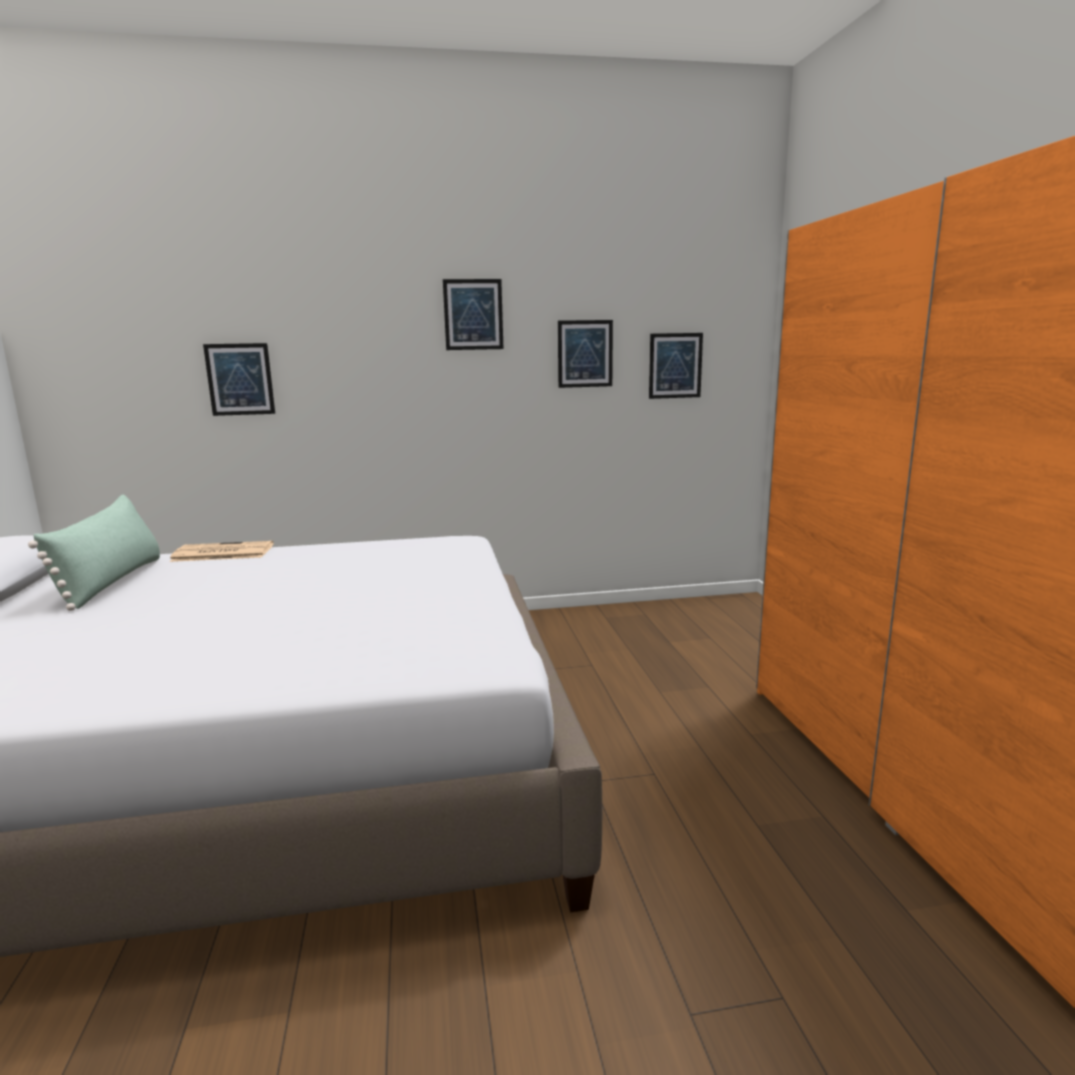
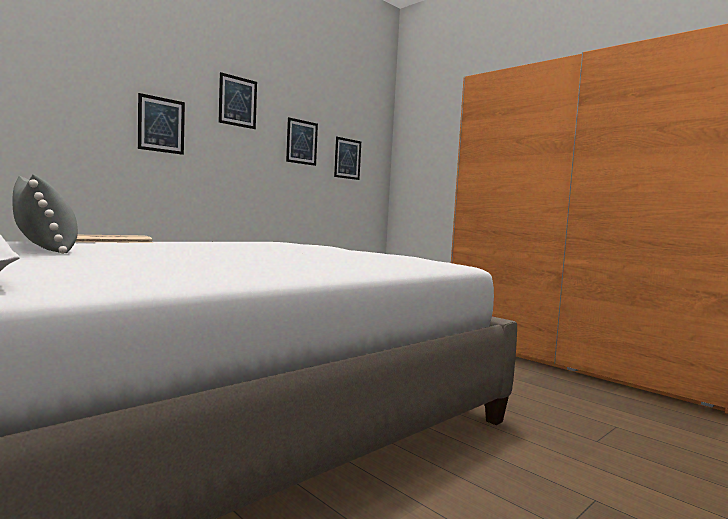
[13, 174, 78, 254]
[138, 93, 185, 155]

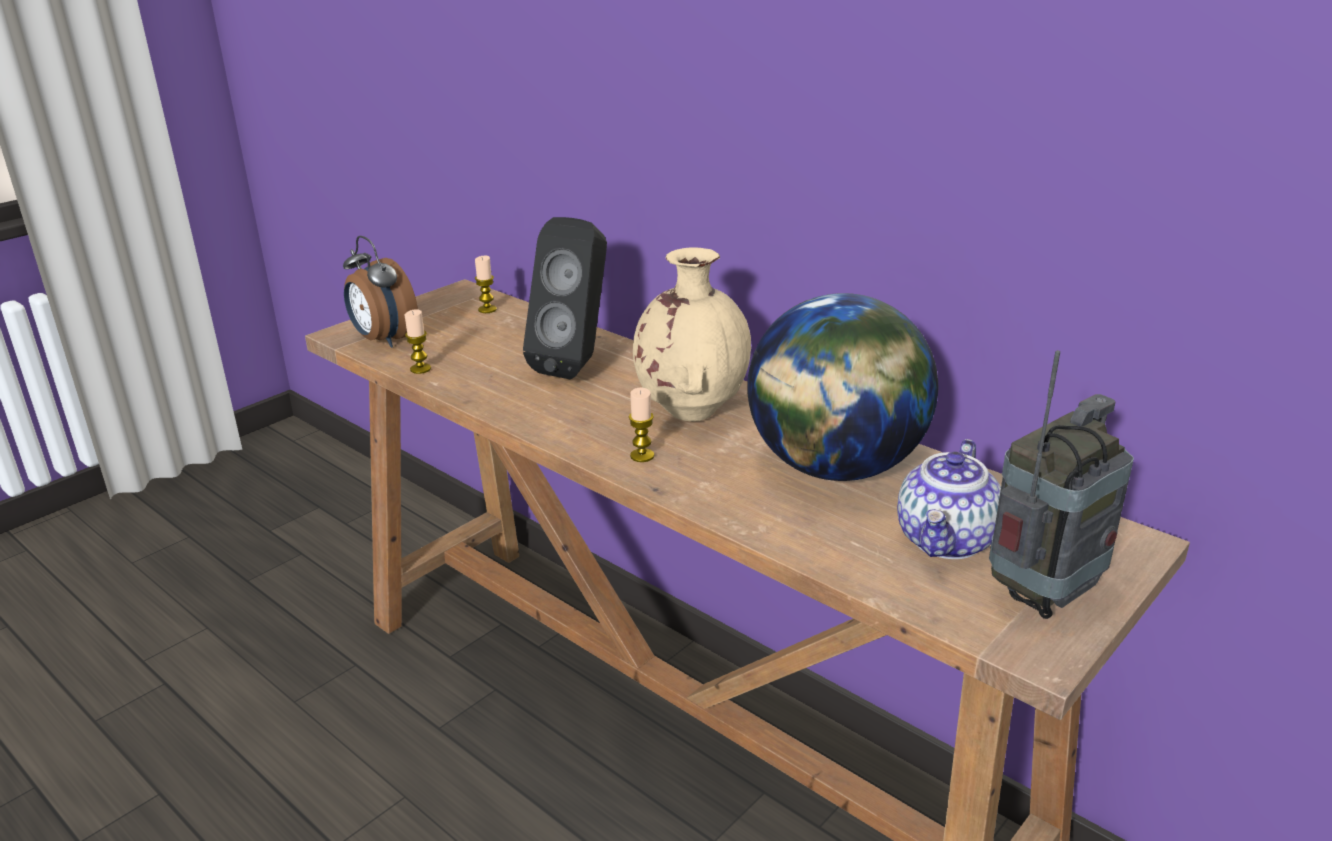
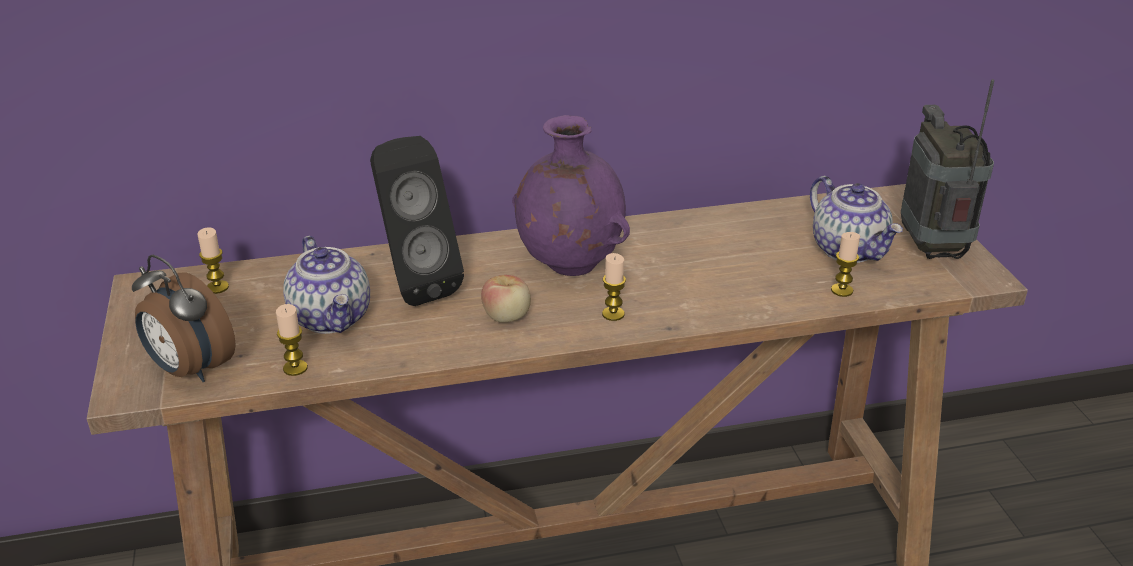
[132, 255, 236, 382]
[512, 115, 630, 276]
[747, 293, 938, 481] (first image)
[283, 236, 370, 334]
[481, 275, 531, 322]
[831, 232, 860, 297]

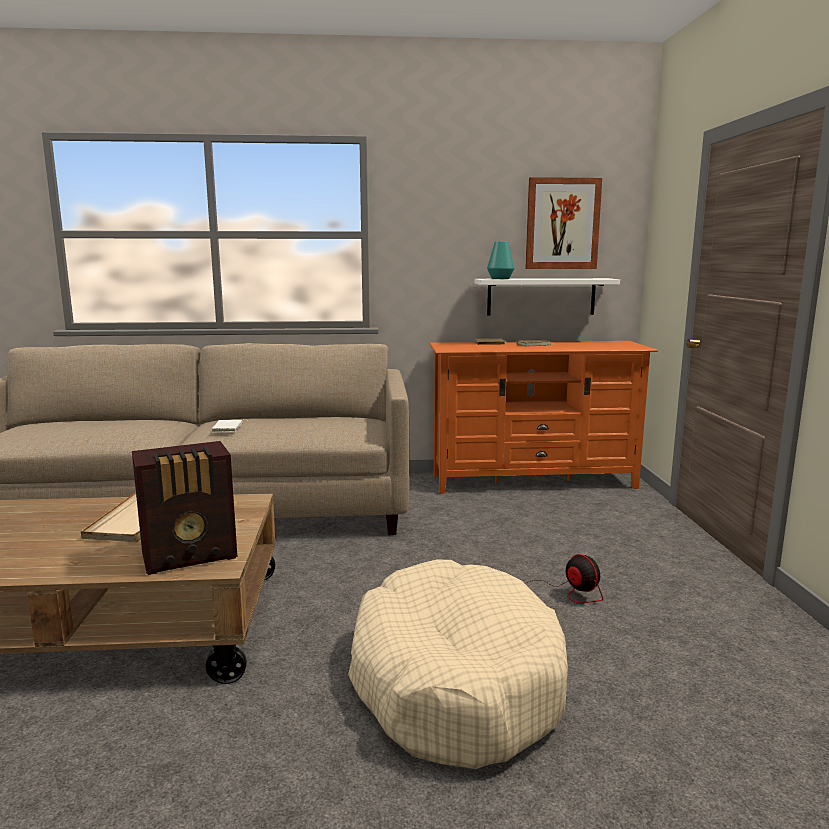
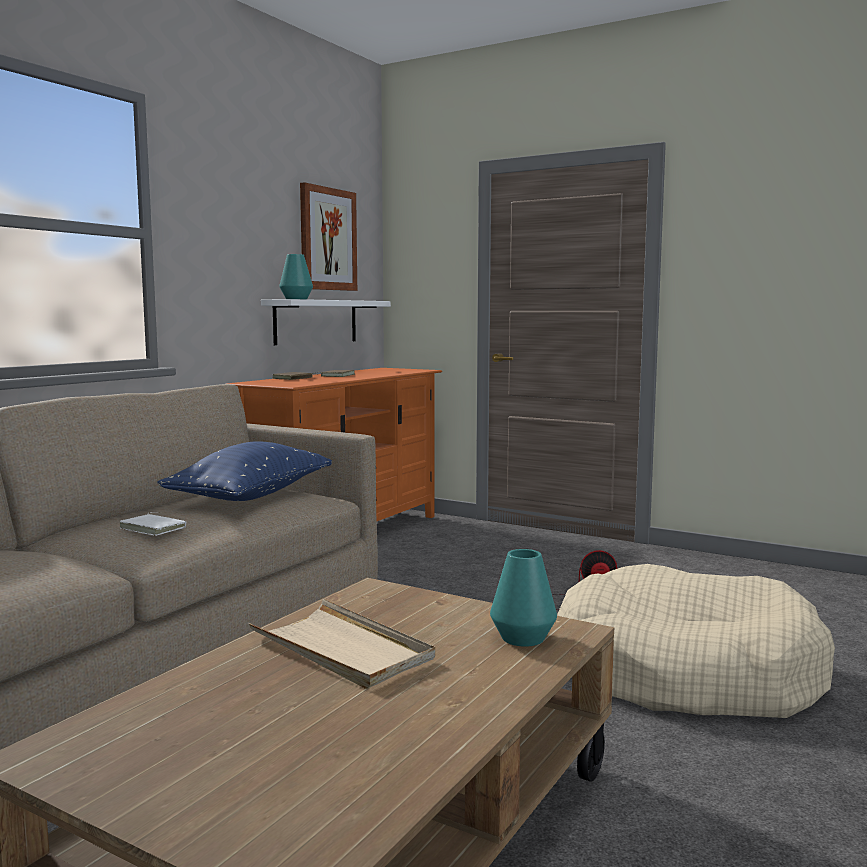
[490, 549, 557, 647]
[157, 441, 332, 501]

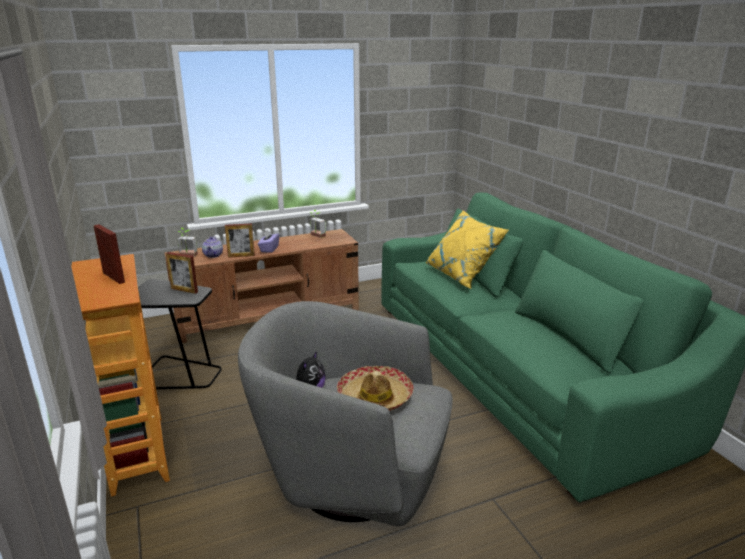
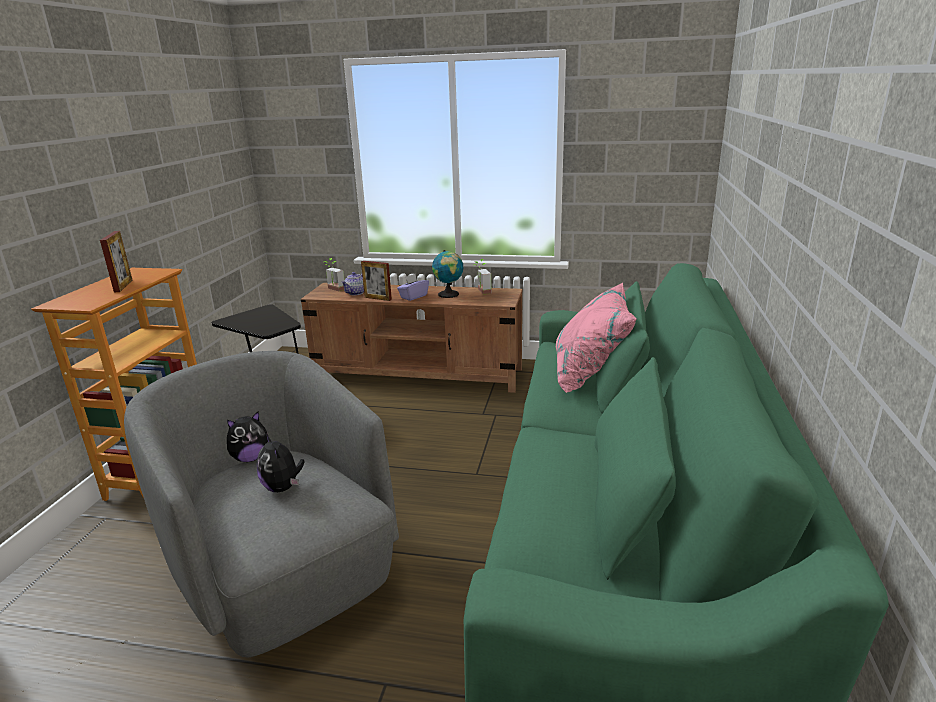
[166, 252, 198, 294] (first image)
[257, 433, 304, 492]
[556, 283, 636, 393]
[432, 250, 463, 298]

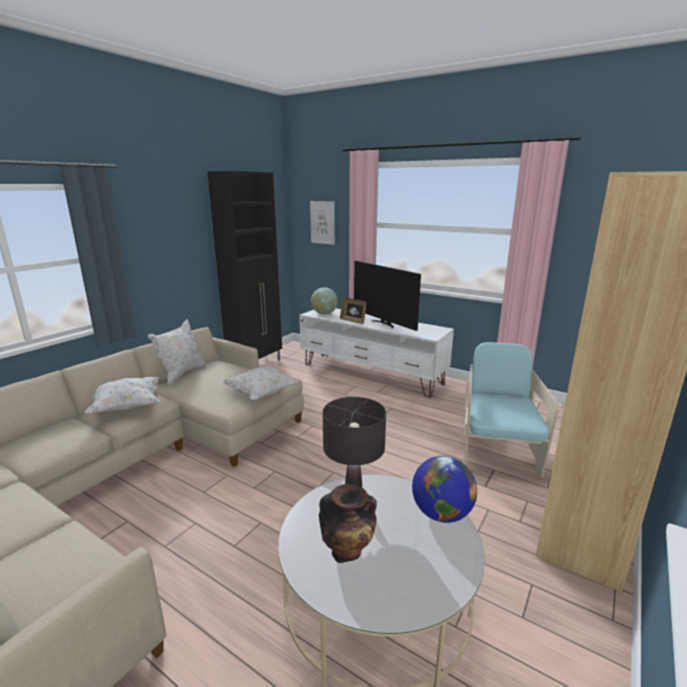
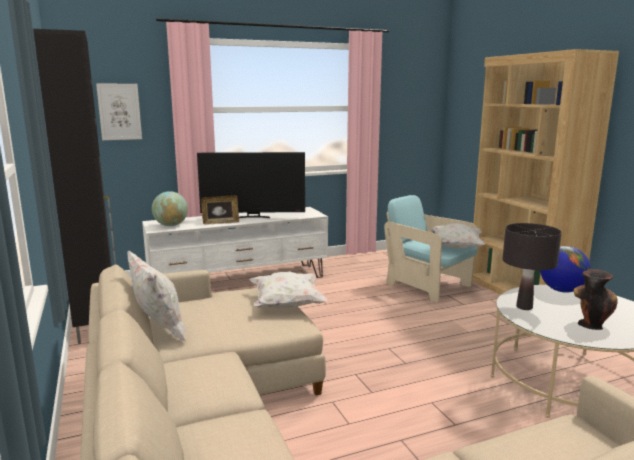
[431, 223, 486, 248]

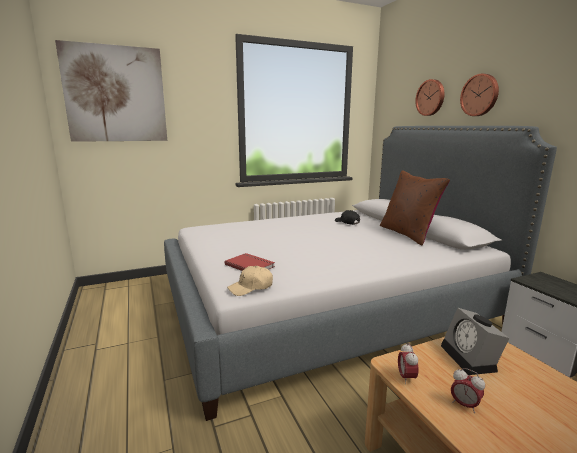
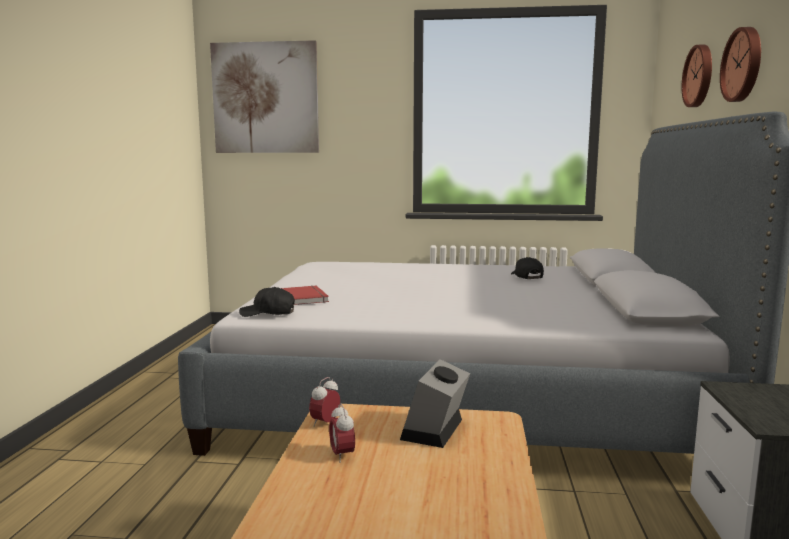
[239, 287, 295, 317]
[380, 170, 450, 245] (first image)

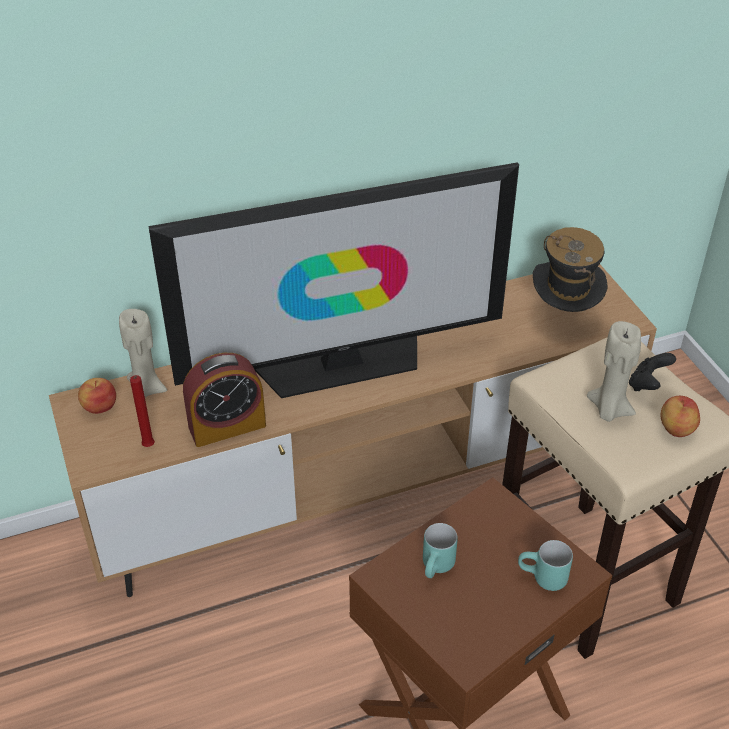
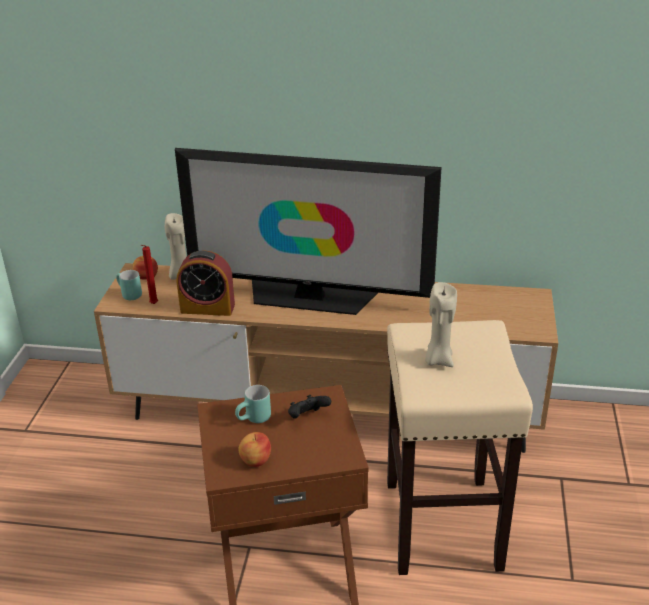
[116, 270, 142, 300]
[533, 227, 608, 312] (first image)
[288, 395, 331, 418]
[238, 432, 271, 467]

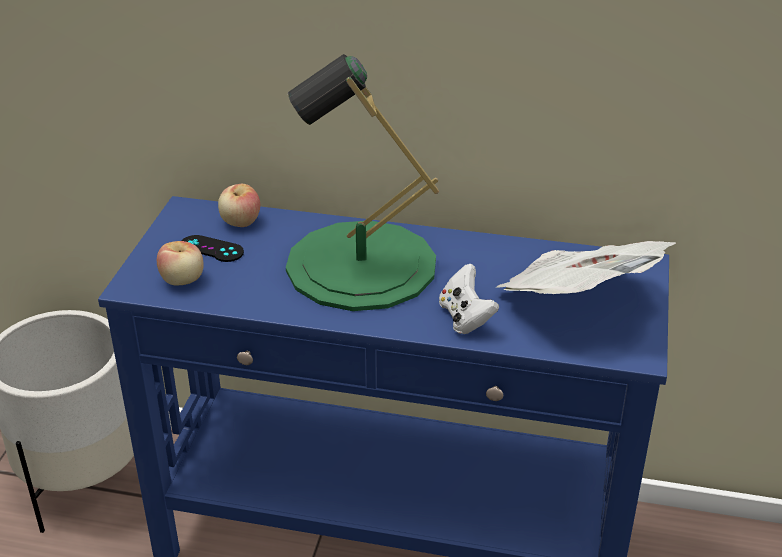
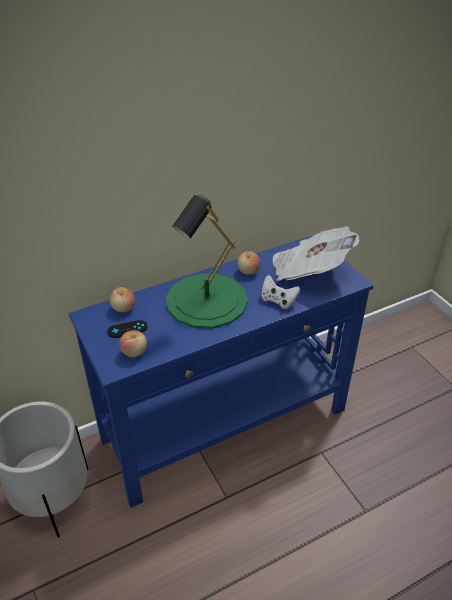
[238, 251, 260, 275]

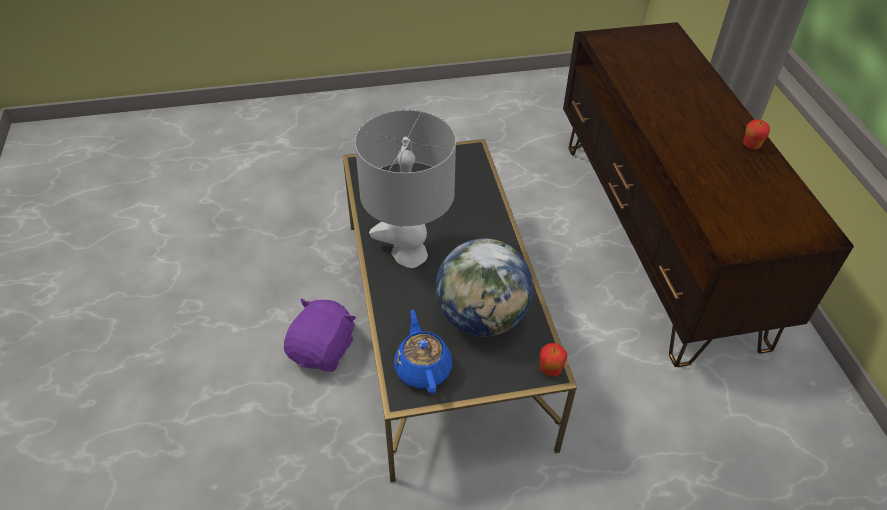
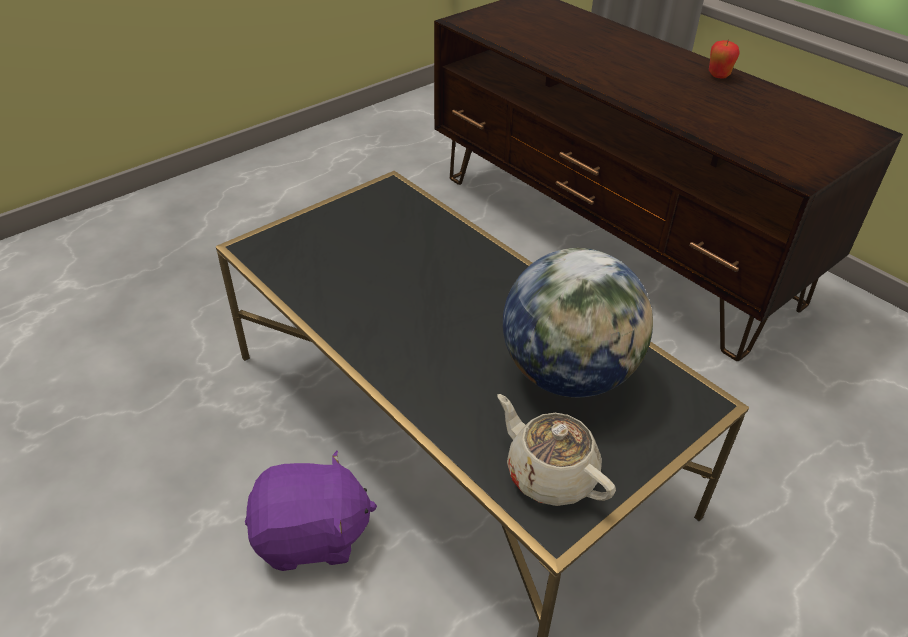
[245, 451, 377, 571]
[355, 110, 456, 268] (first image)
[497, 394, 616, 506]
[540, 343, 567, 377] (first image)

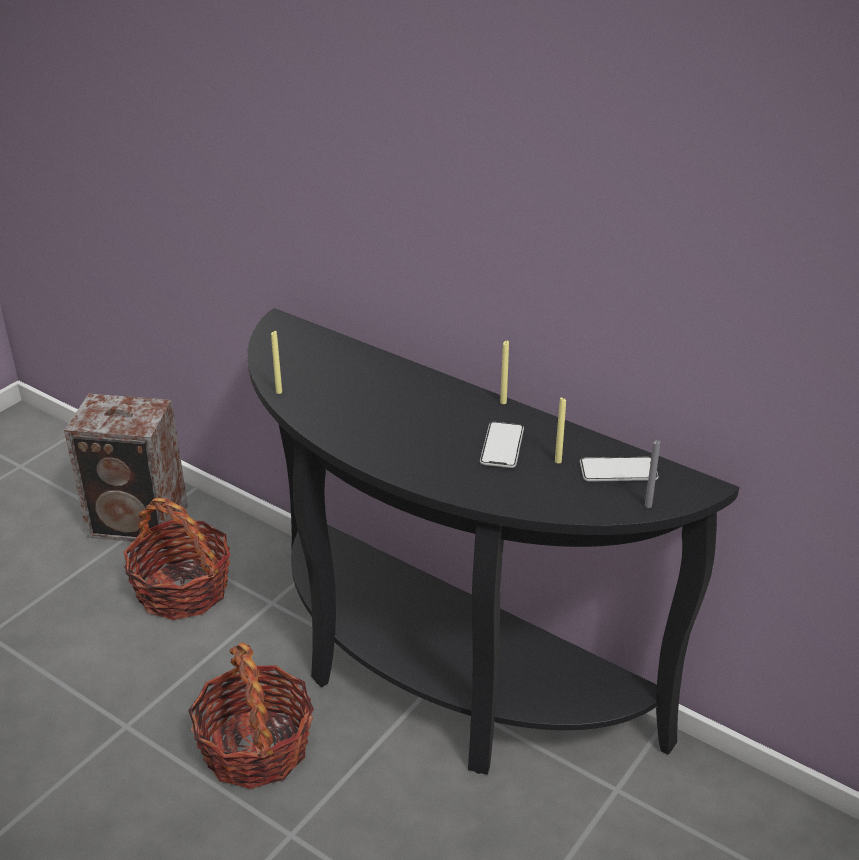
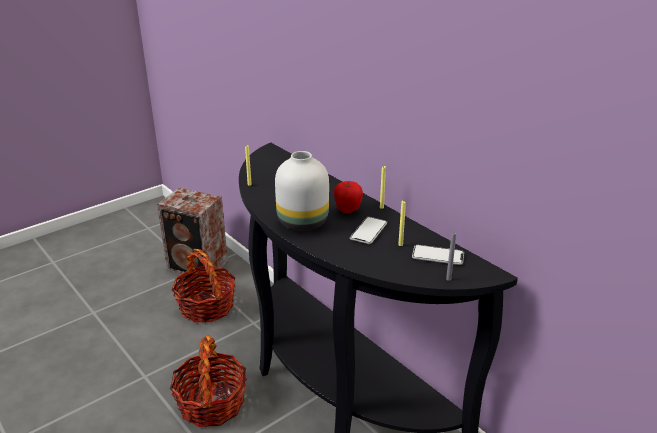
[275, 151, 329, 231]
[334, 181, 363, 214]

